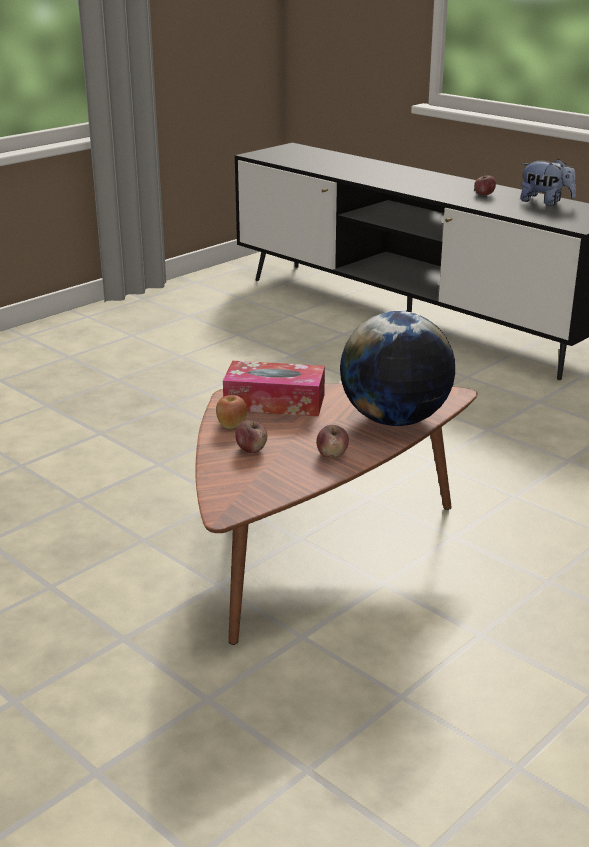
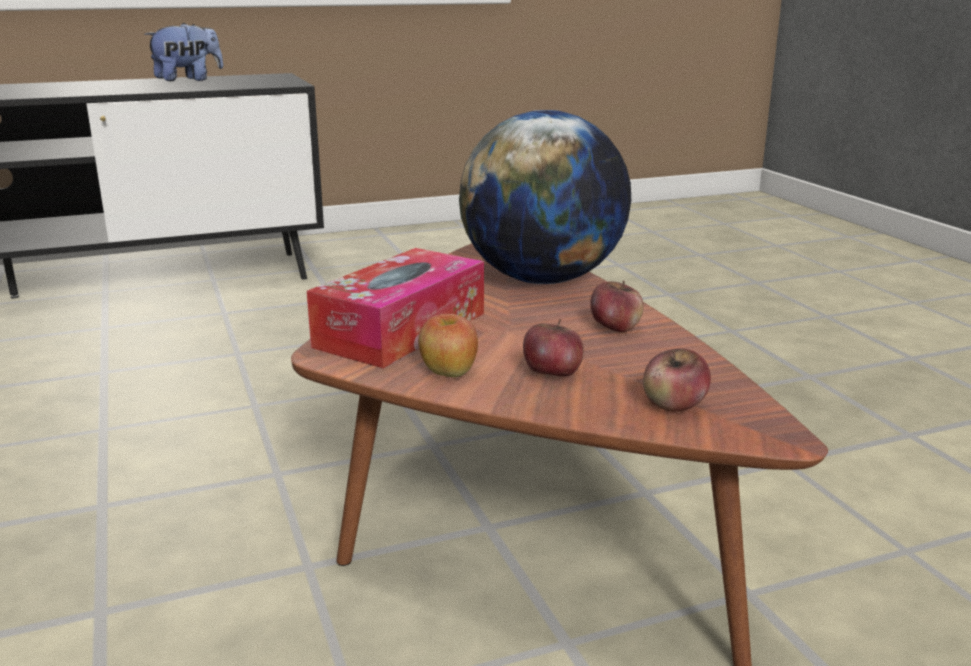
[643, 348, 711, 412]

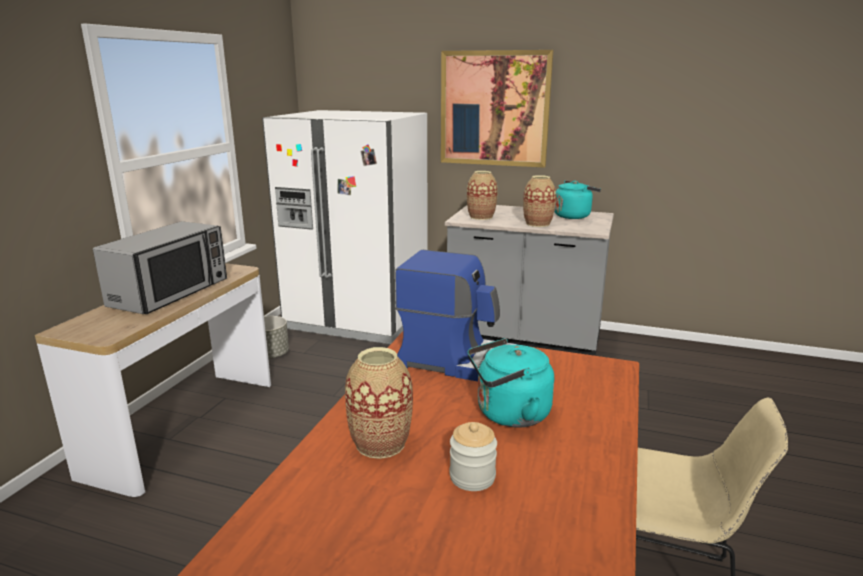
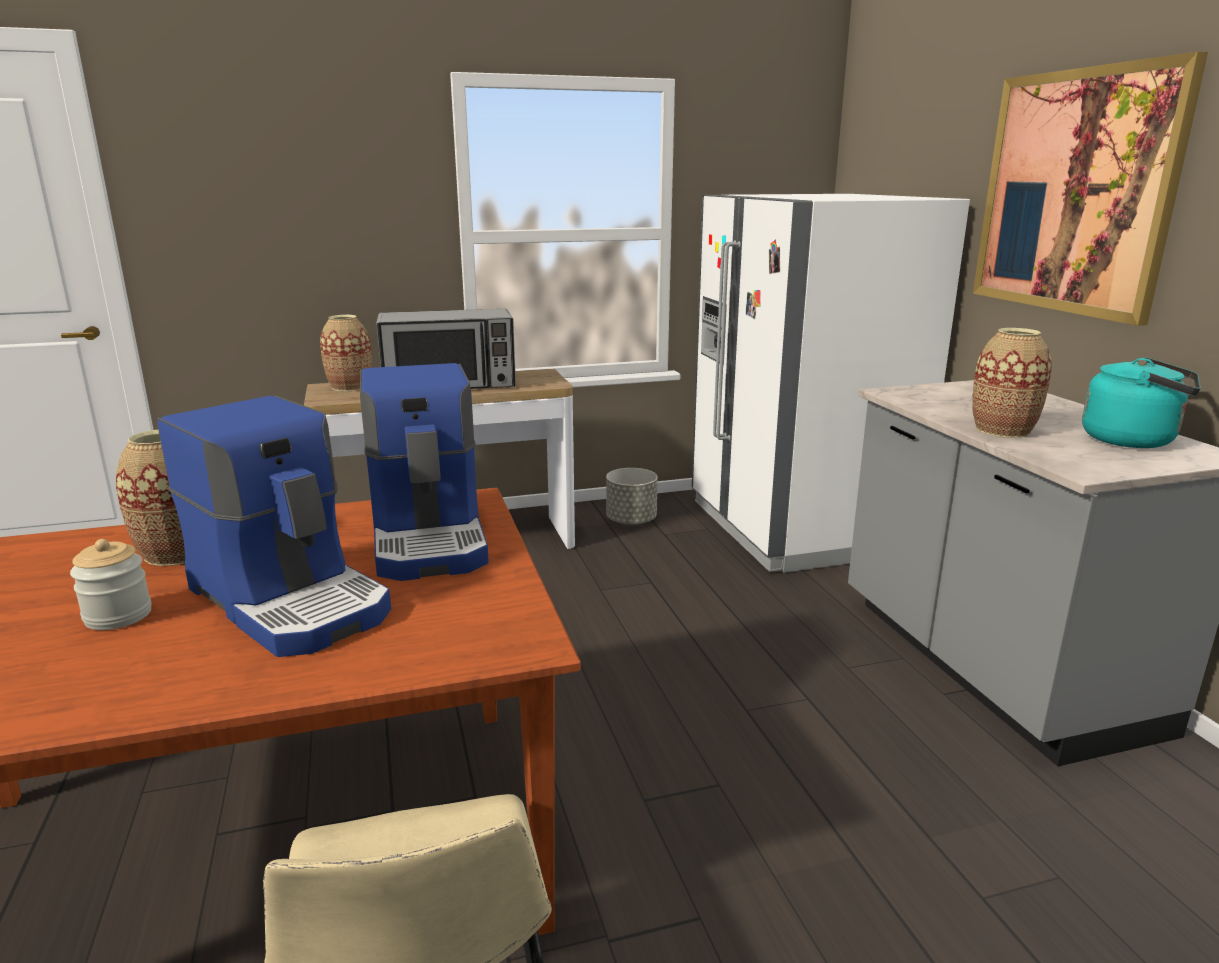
[320, 315, 372, 391]
[157, 396, 391, 657]

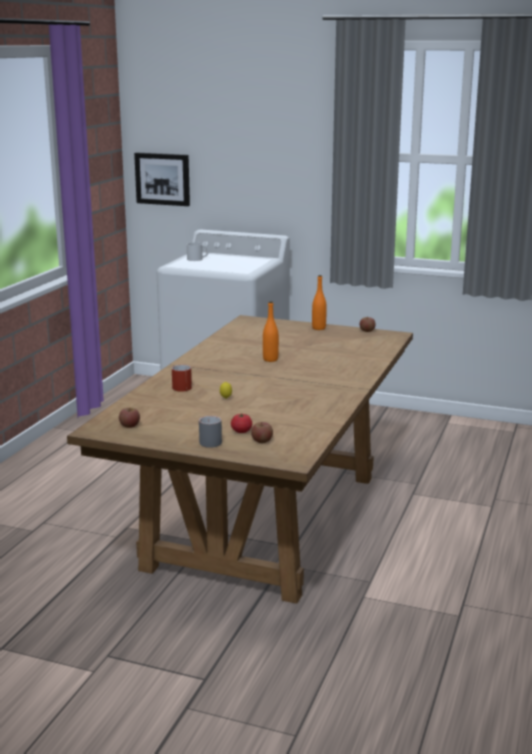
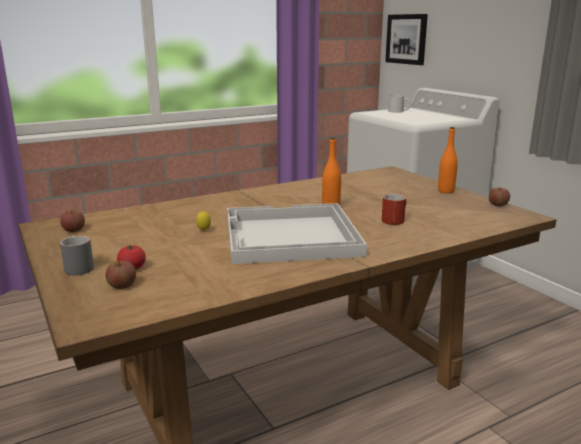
[382, 194, 406, 225]
[227, 203, 367, 264]

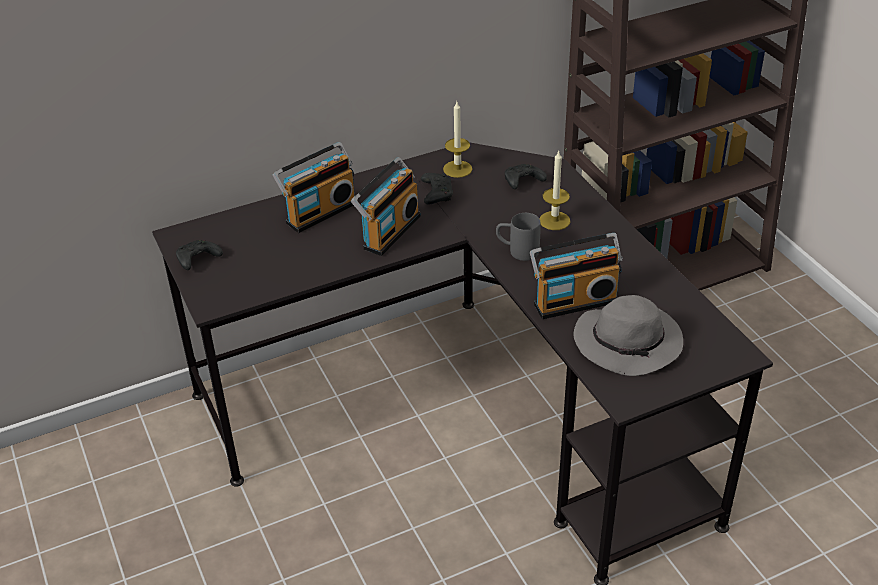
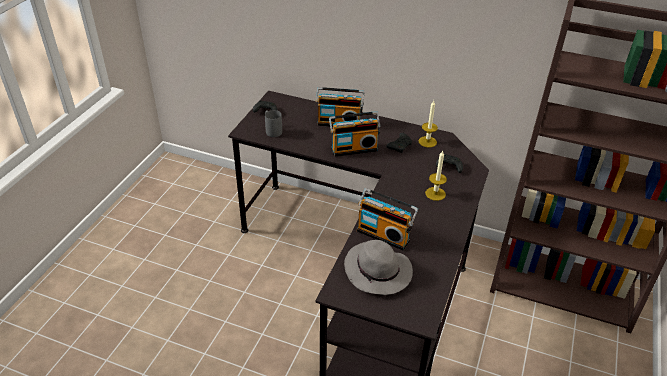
[265, 110, 282, 137]

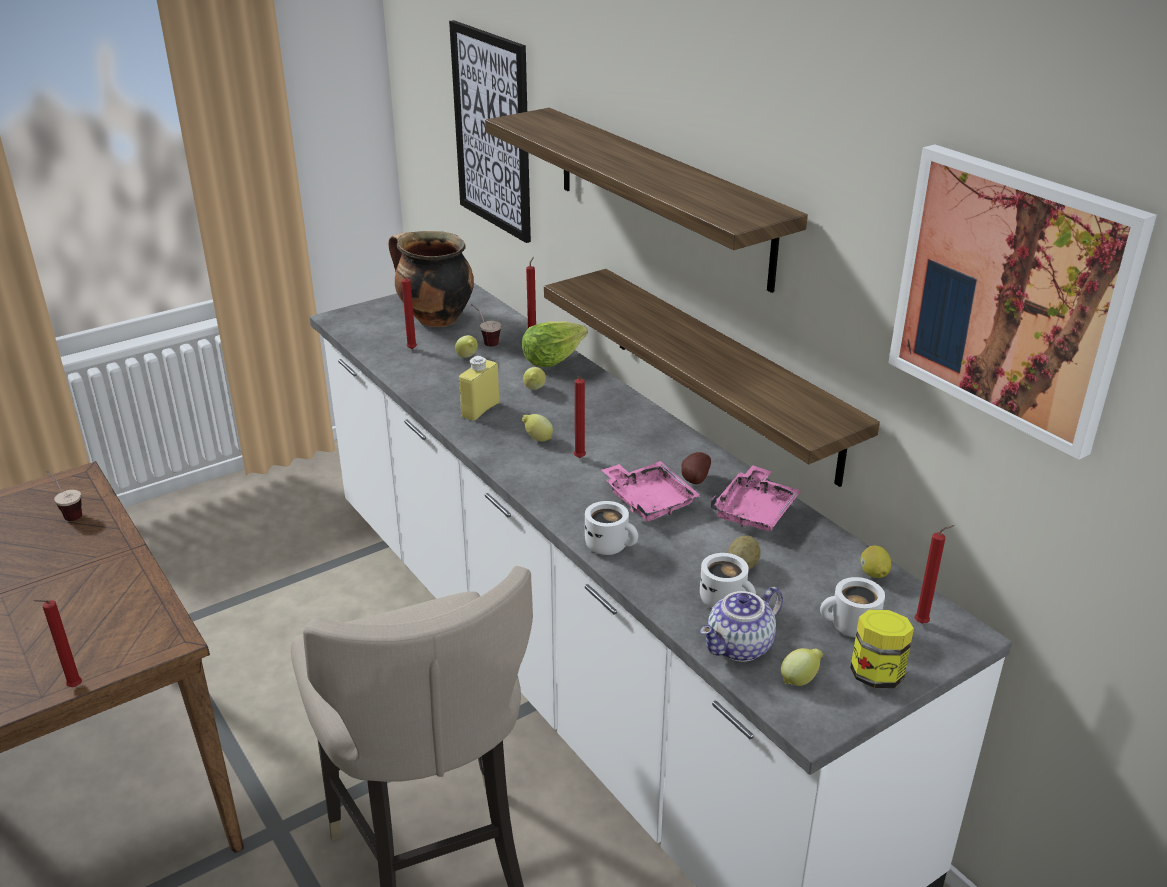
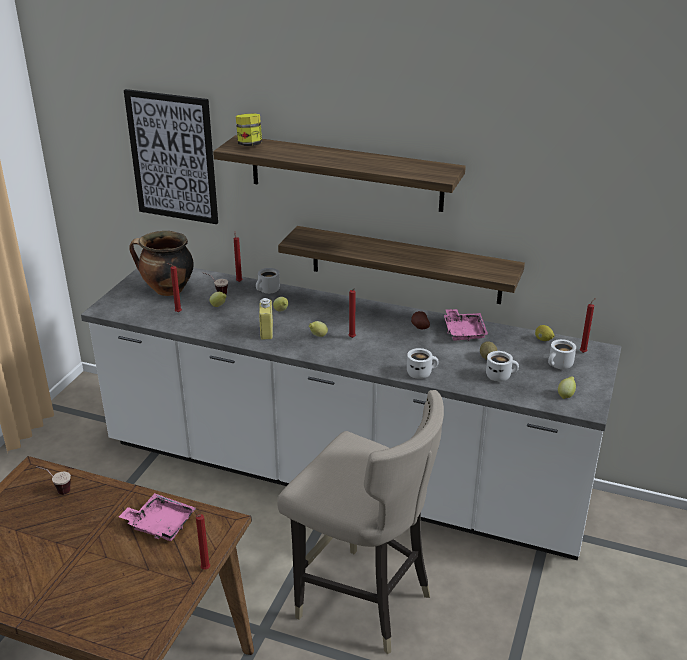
[256, 268, 280, 294]
[119, 493, 196, 541]
[700, 587, 783, 662] (first image)
[236, 113, 262, 146]
[888, 144, 1157, 460] (first image)

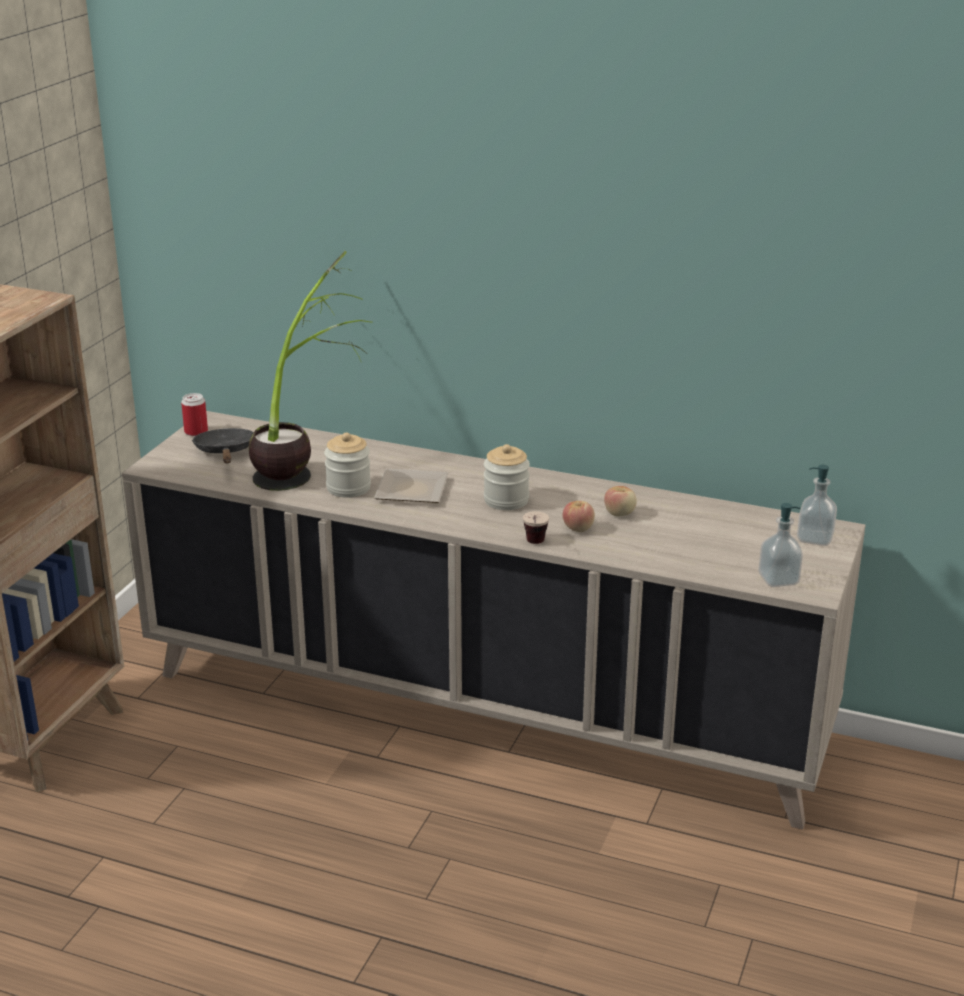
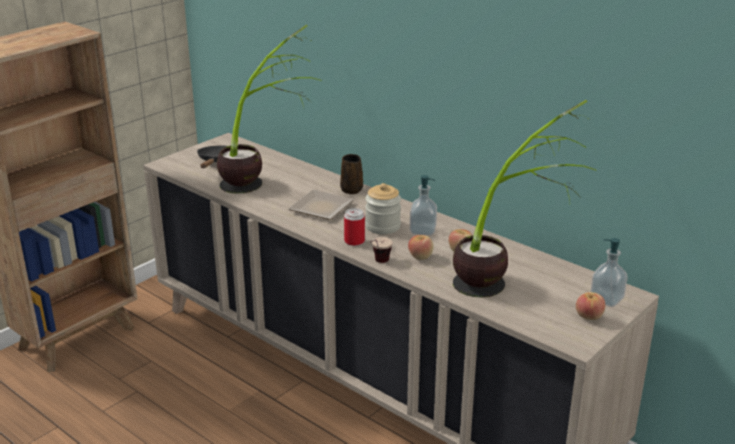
[344, 208, 365, 246]
[324, 433, 371, 498] (first image)
[410, 175, 437, 236]
[340, 154, 363, 194]
[453, 100, 597, 297]
[576, 292, 605, 320]

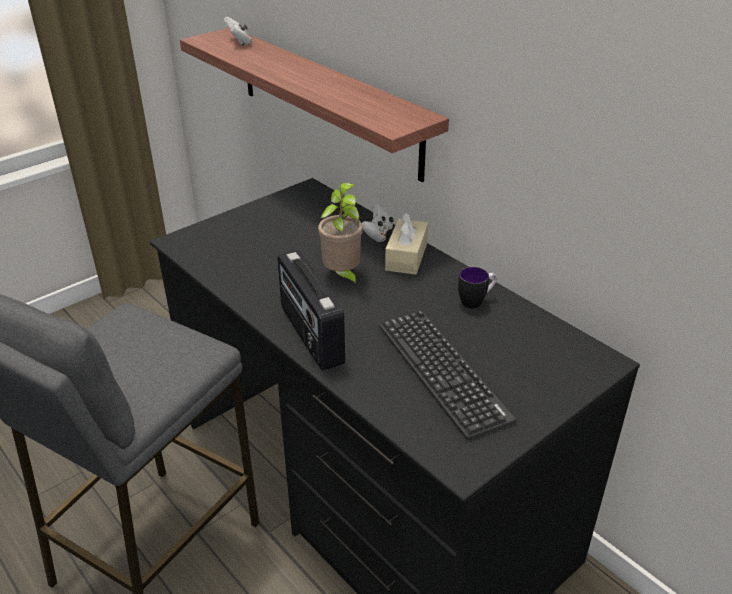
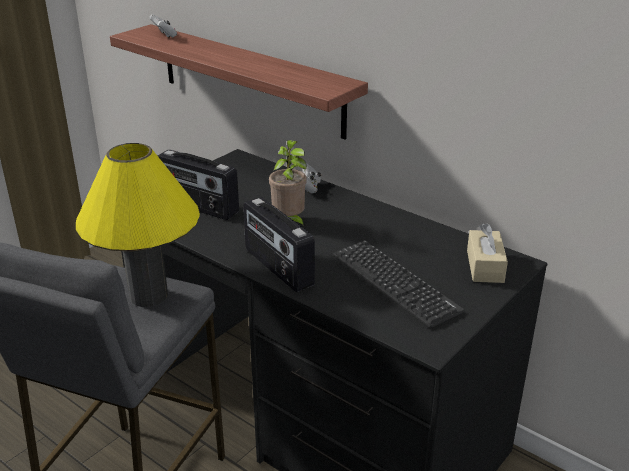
[467, 223, 508, 283]
[458, 267, 497, 309] (first image)
[76, 143, 200, 307]
[158, 150, 239, 220]

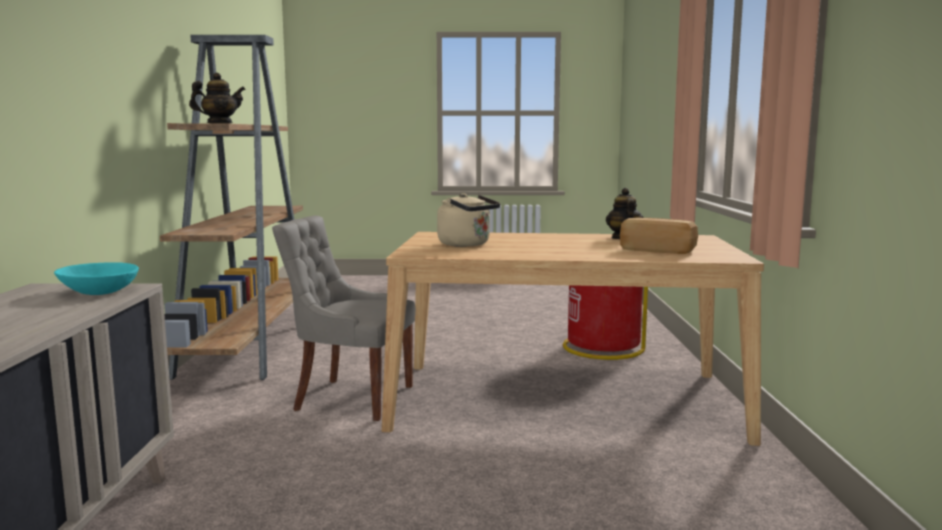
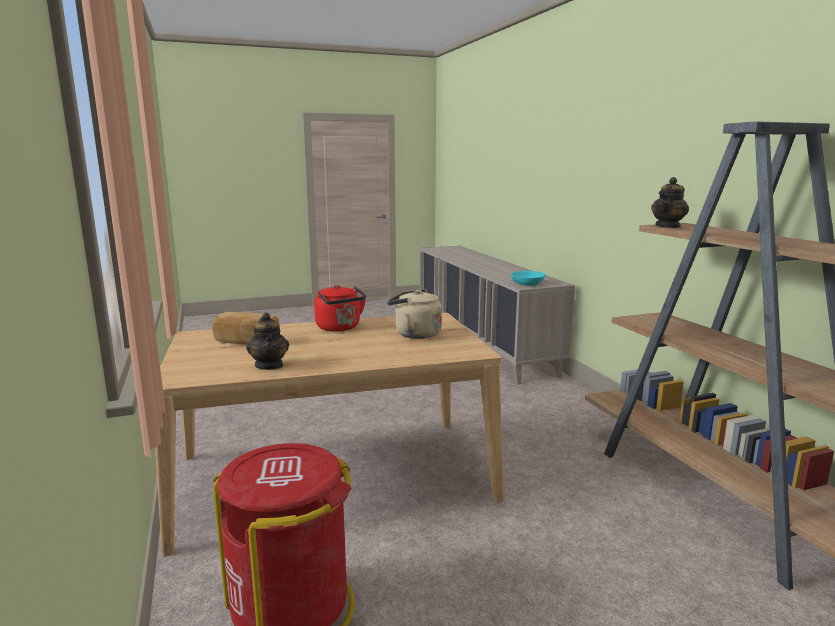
[272, 216, 416, 421] (first image)
[314, 285, 366, 332]

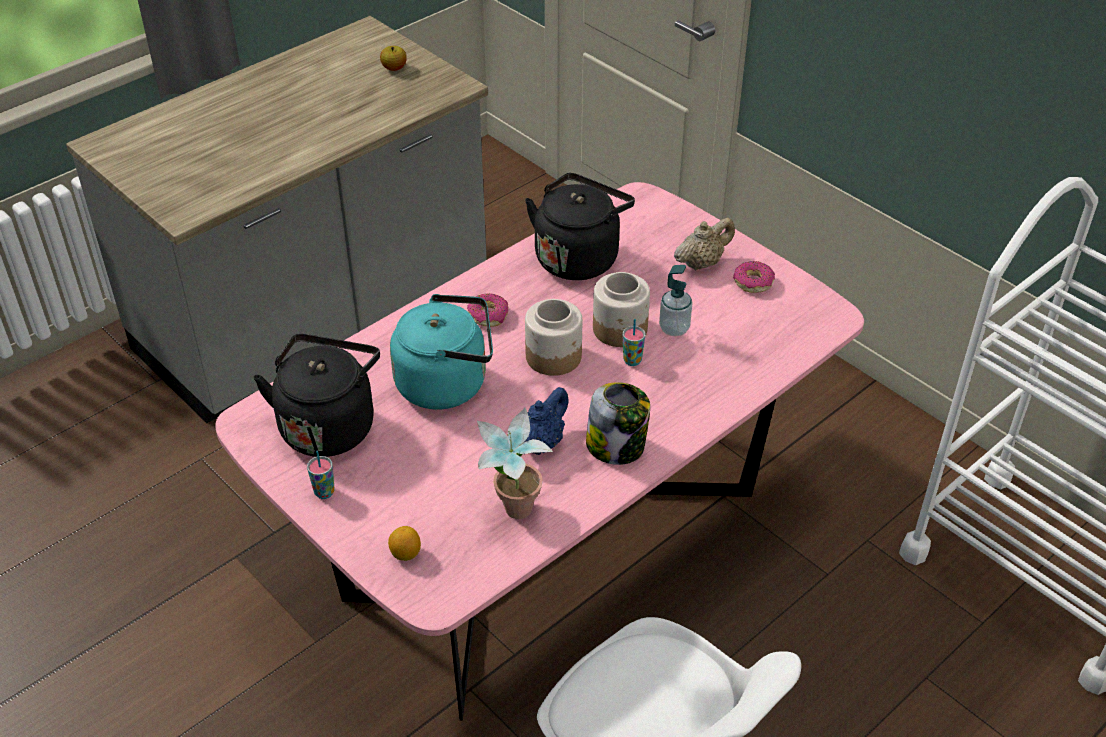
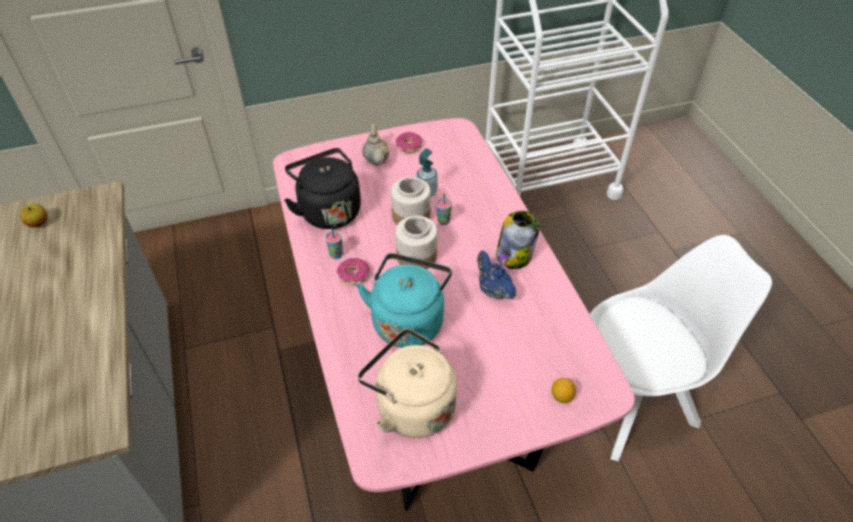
[358, 329, 457, 438]
[325, 227, 343, 259]
[477, 408, 553, 519] (first image)

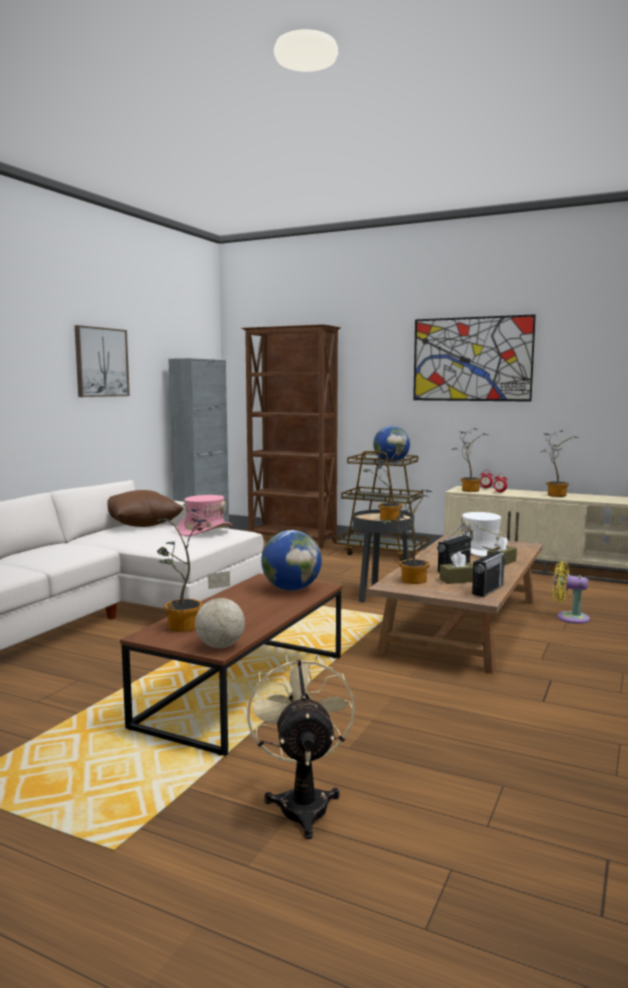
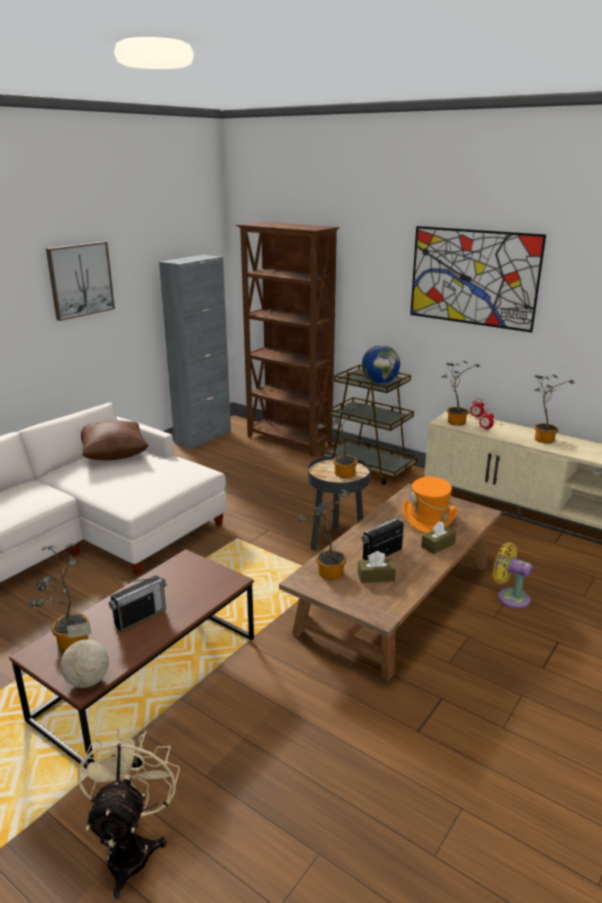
[178, 495, 232, 536] (first image)
[261, 530, 322, 591] (first image)
[403, 477, 457, 533]
[109, 576, 167, 632]

